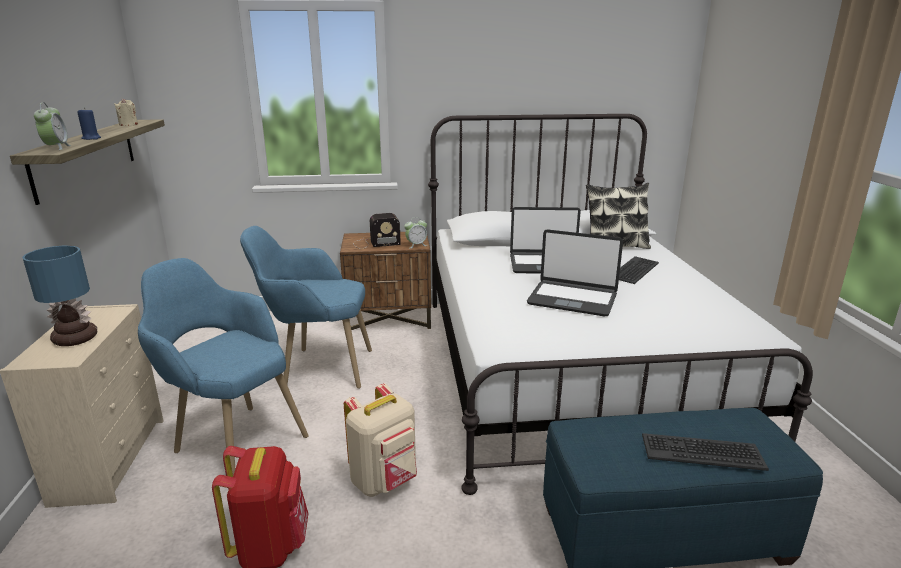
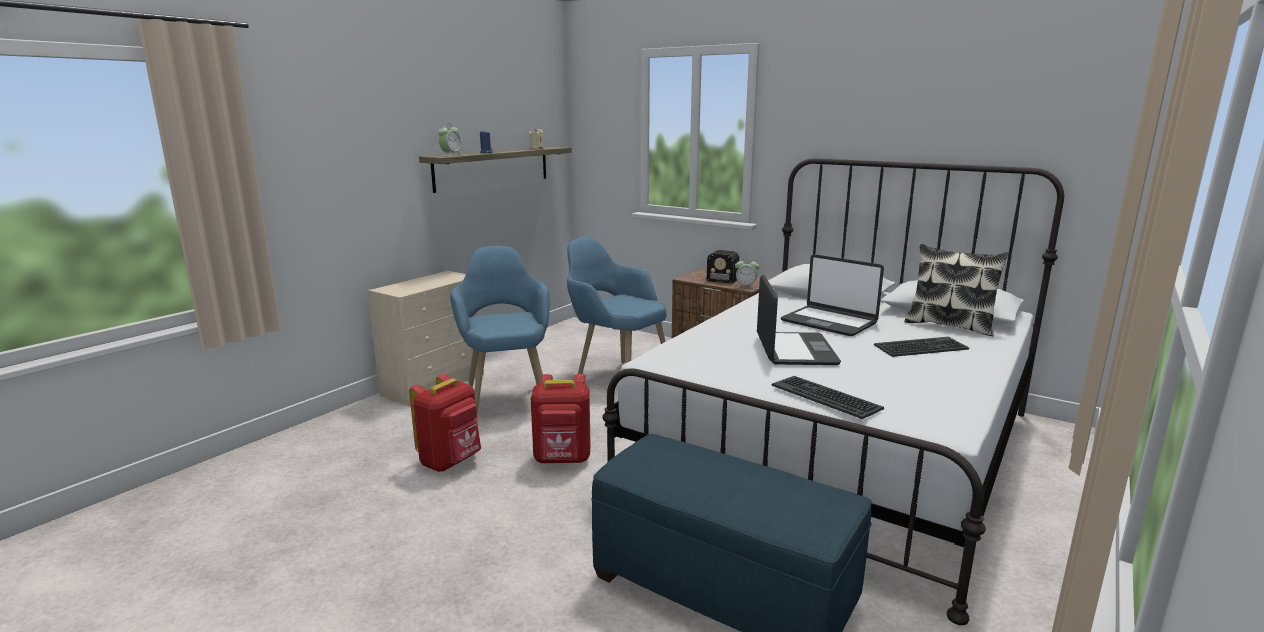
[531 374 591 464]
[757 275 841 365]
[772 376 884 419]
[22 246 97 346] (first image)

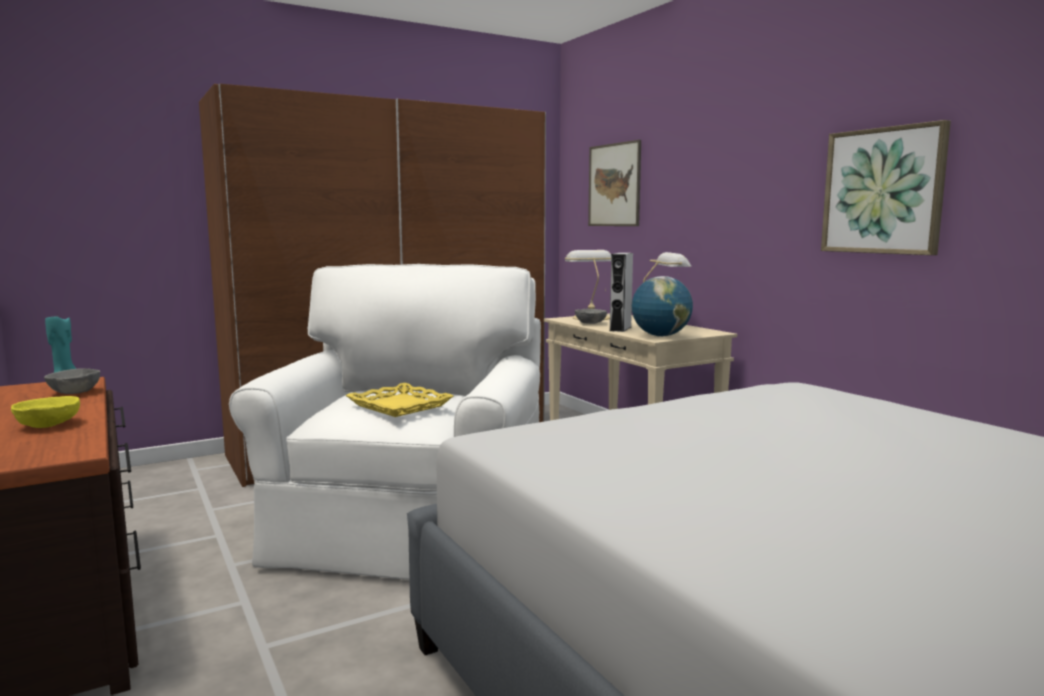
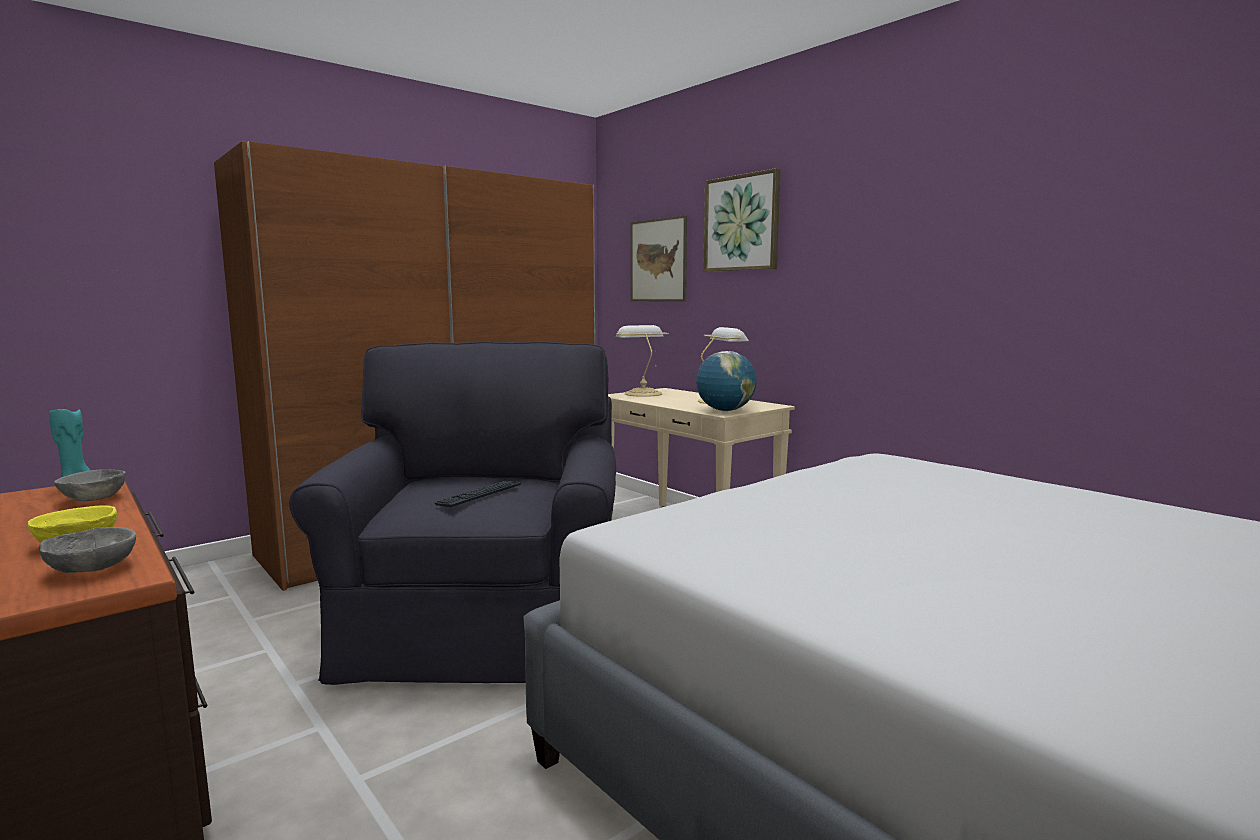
[39 527 136 573]
[289 341 616 685]
[435 481 521 507]
[703 168 781 272]
[610 253 633 332] (first image)

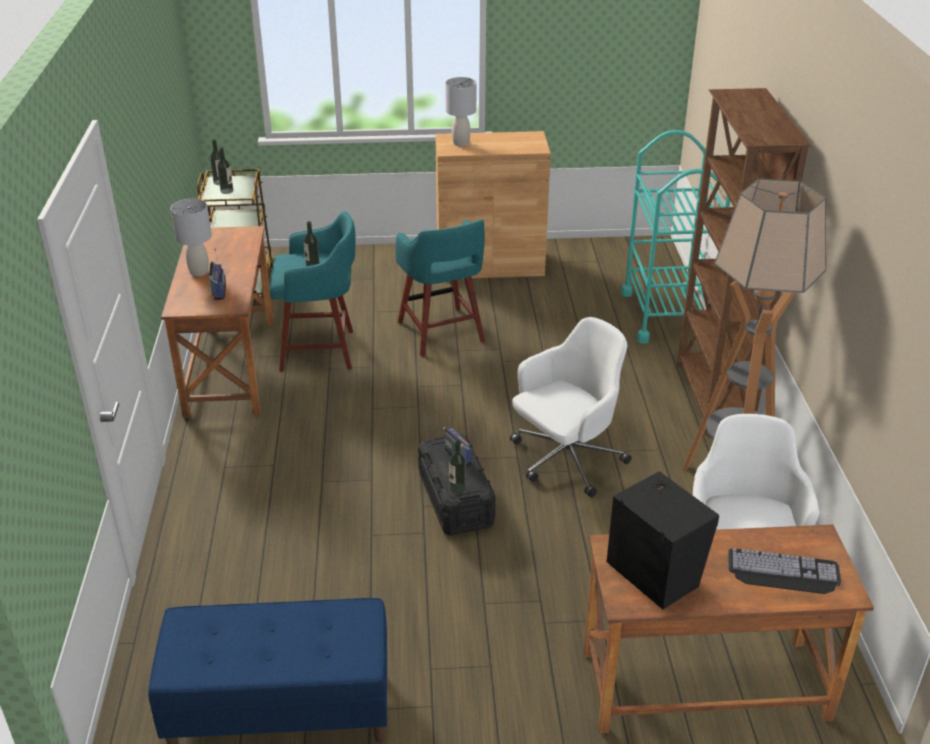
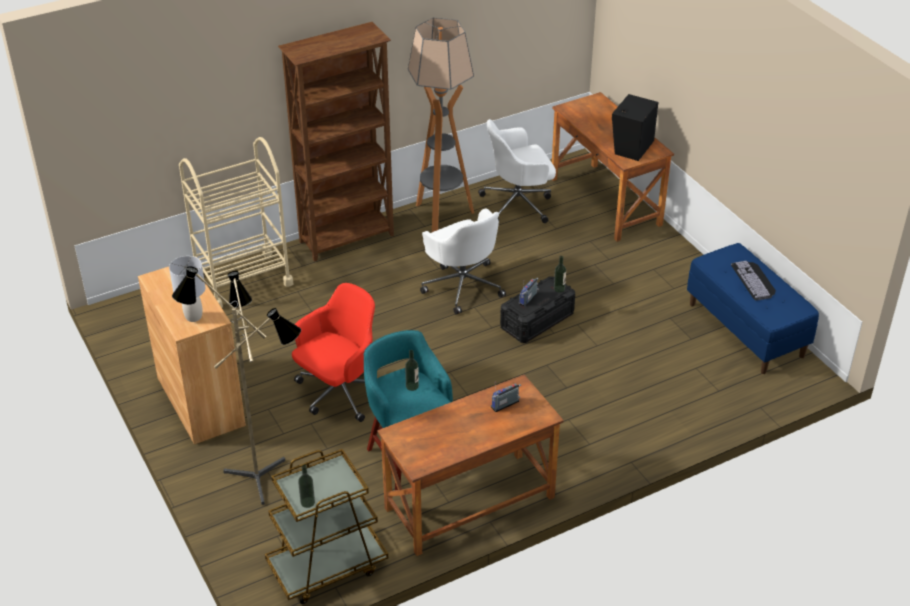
[172 266 301 505]
[179 137 294 308]
[292 283 375 422]
[420 208 506 315]
[731 261 776 301]
[171 199 212 276] (first image)
[217 148 233 194] (first image)

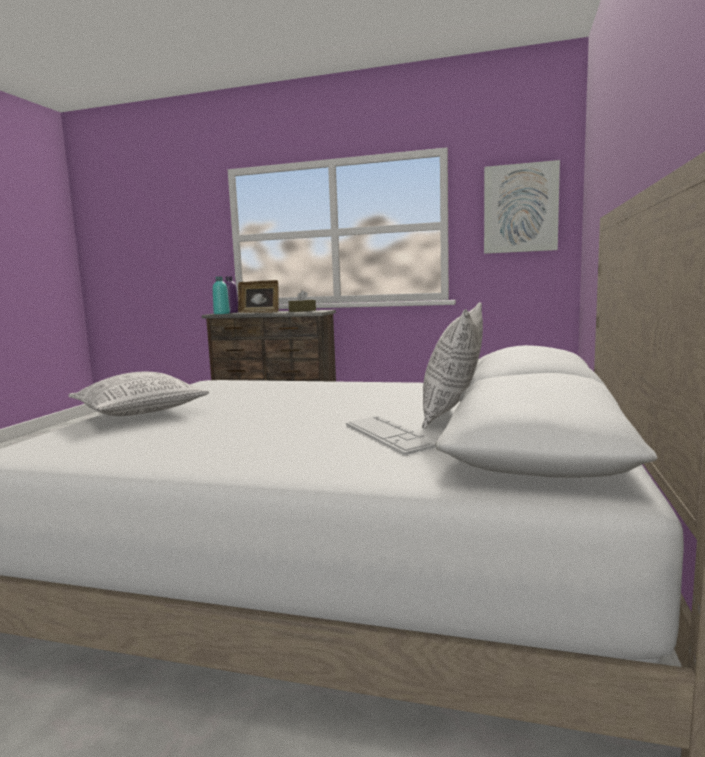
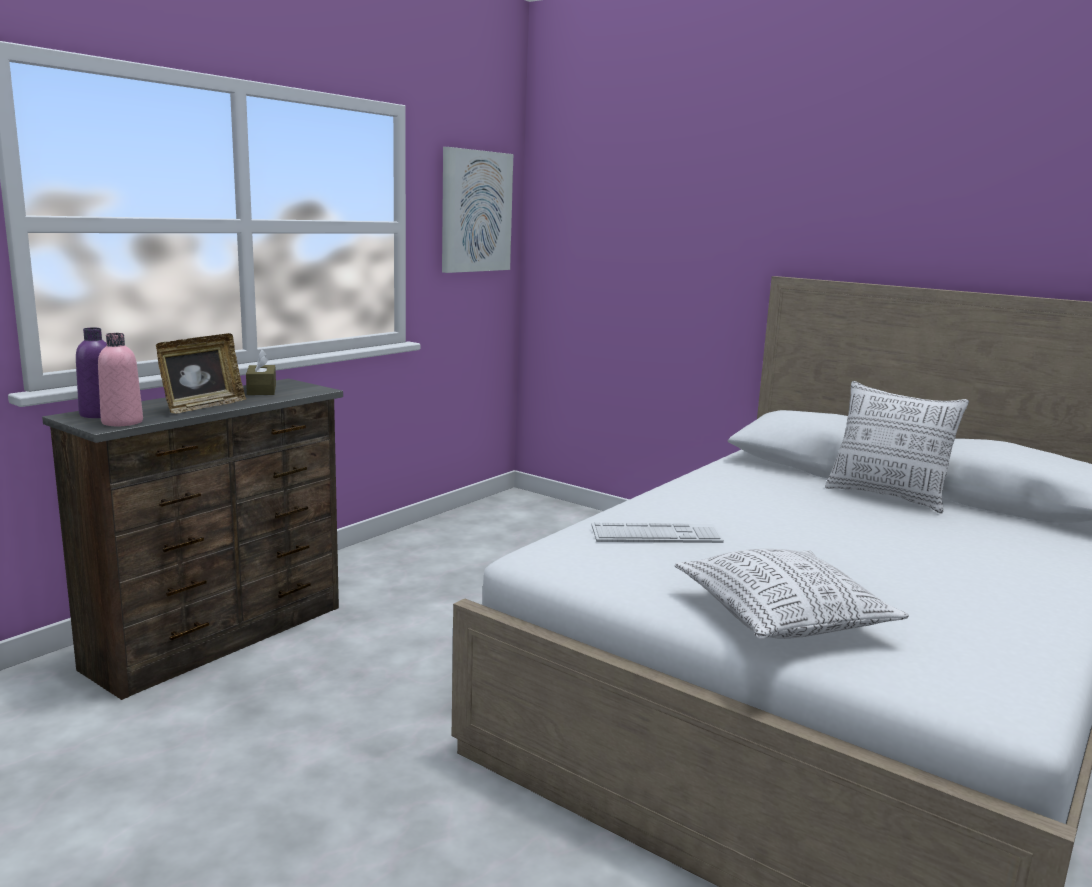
[98 333 143 426]
[591 523 724 543]

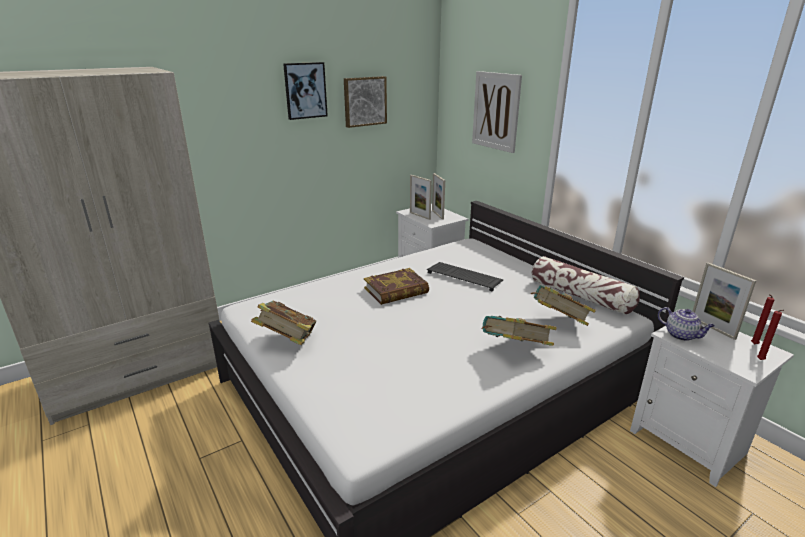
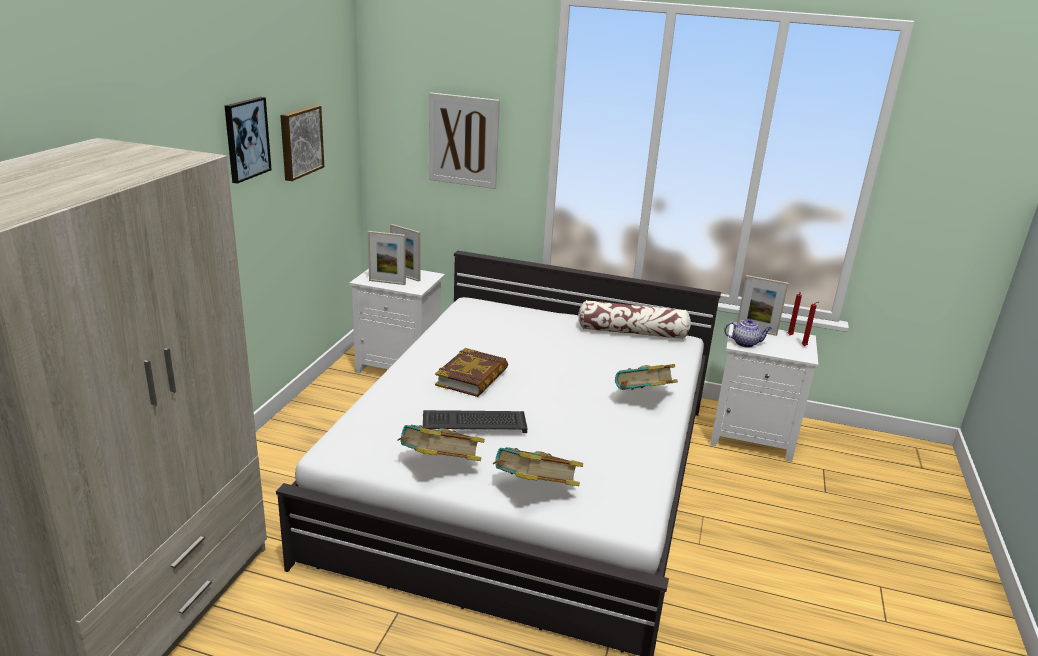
[423 410 528 433]
[493 447 583 486]

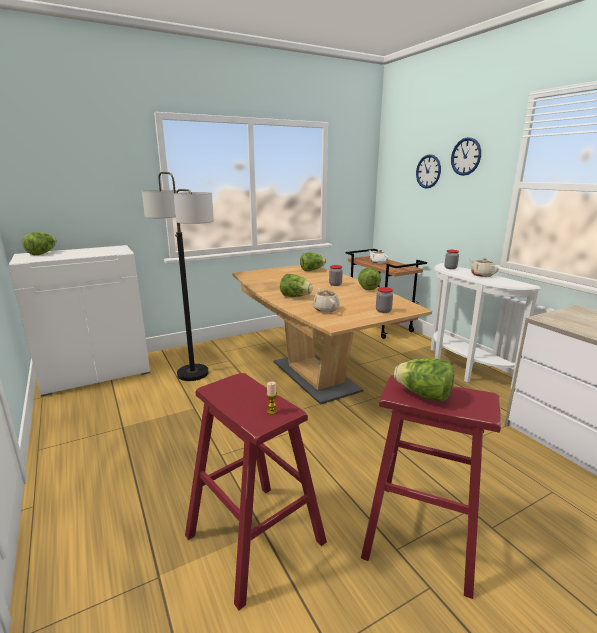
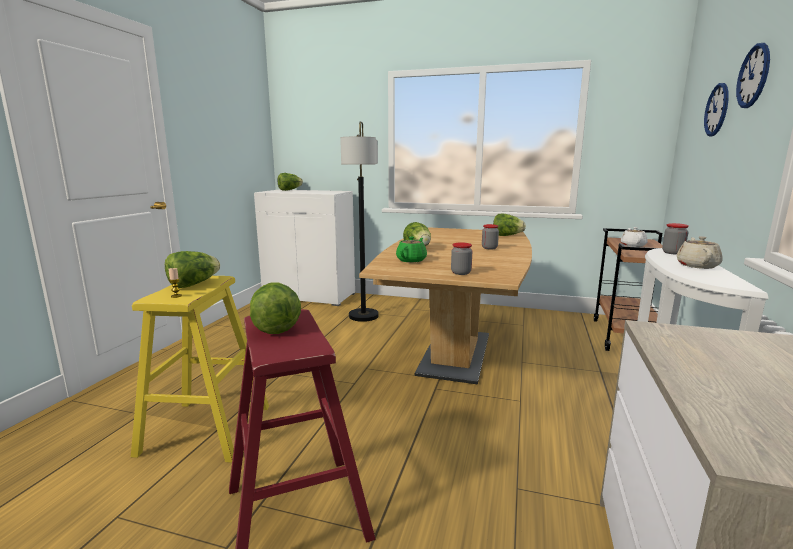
[131 276 269 463]
[165 251 220 288]
[396 237 427 263]

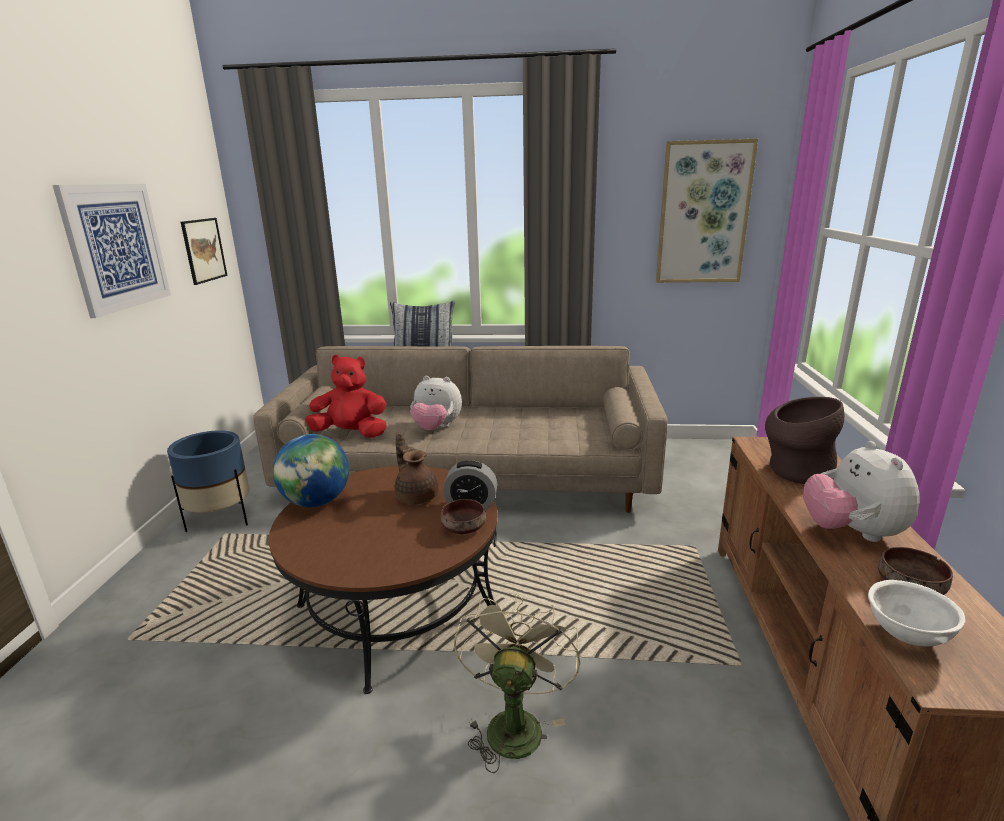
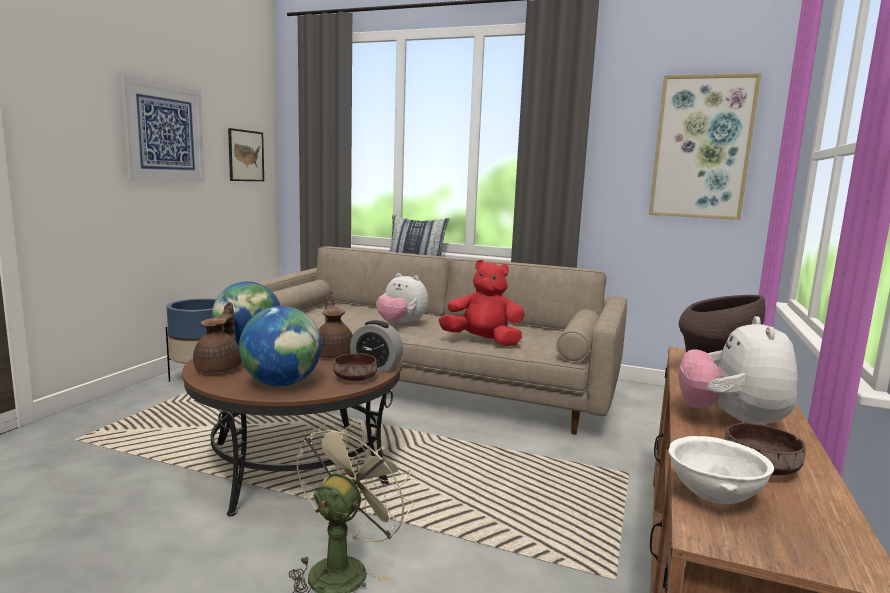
[193 302 242 373]
[239 306 322 386]
[439 260 525 346]

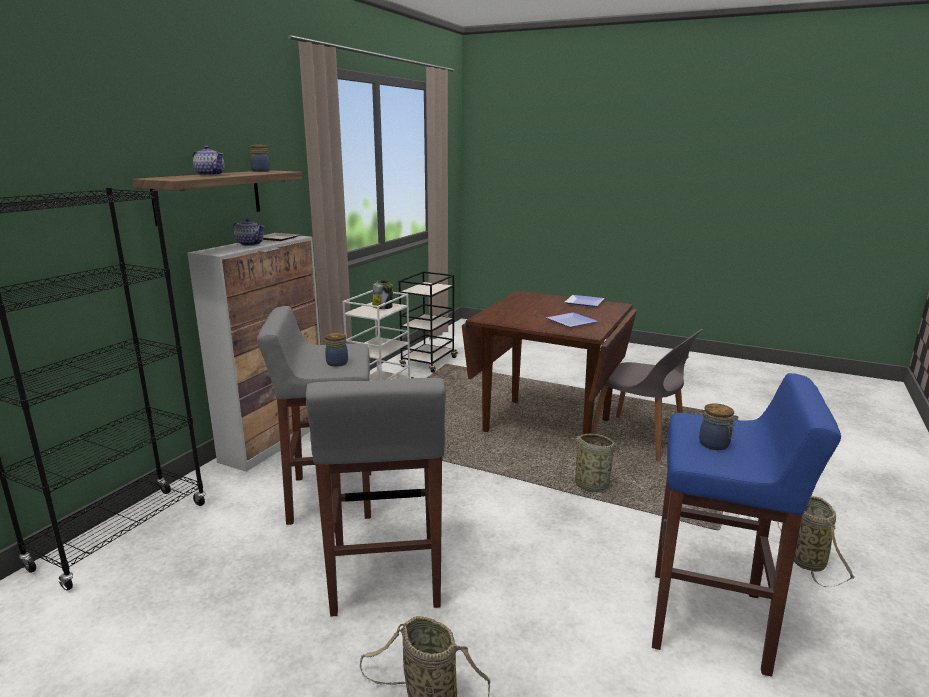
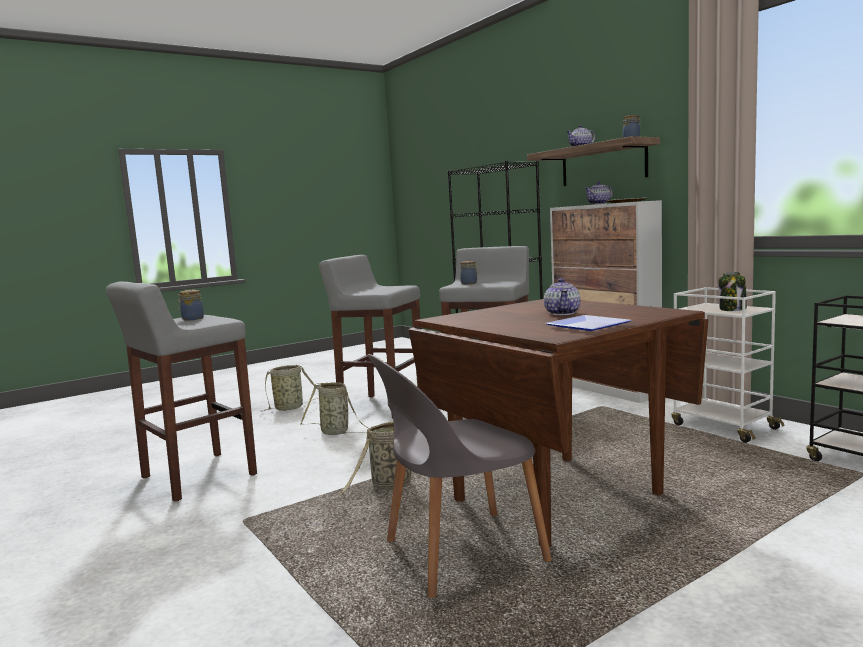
[106 281 257 502]
[300 382 369 435]
[544 278 581 315]
[546 313 598 327] (first image)

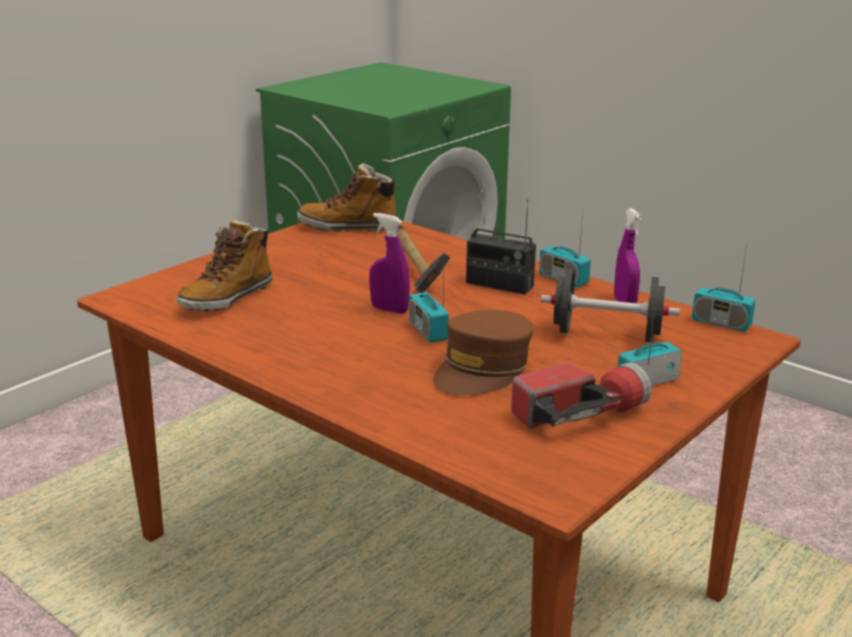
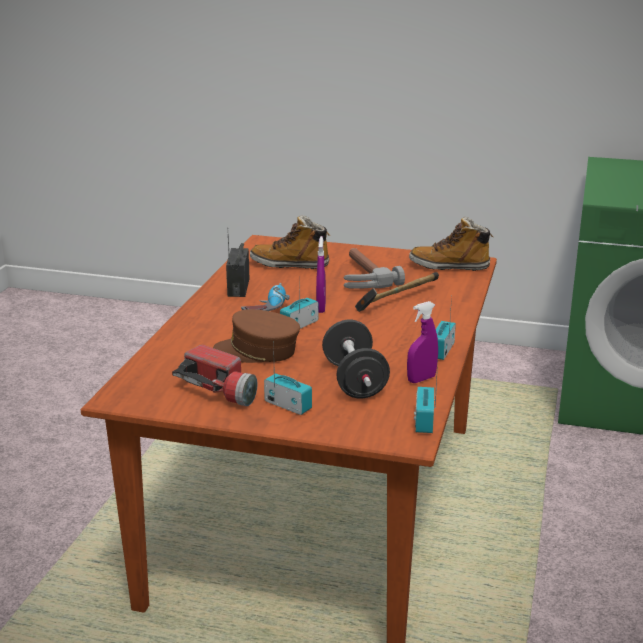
[226 228 250 297]
[241 283 290 311]
[343 248 405 289]
[409 216 493 271]

